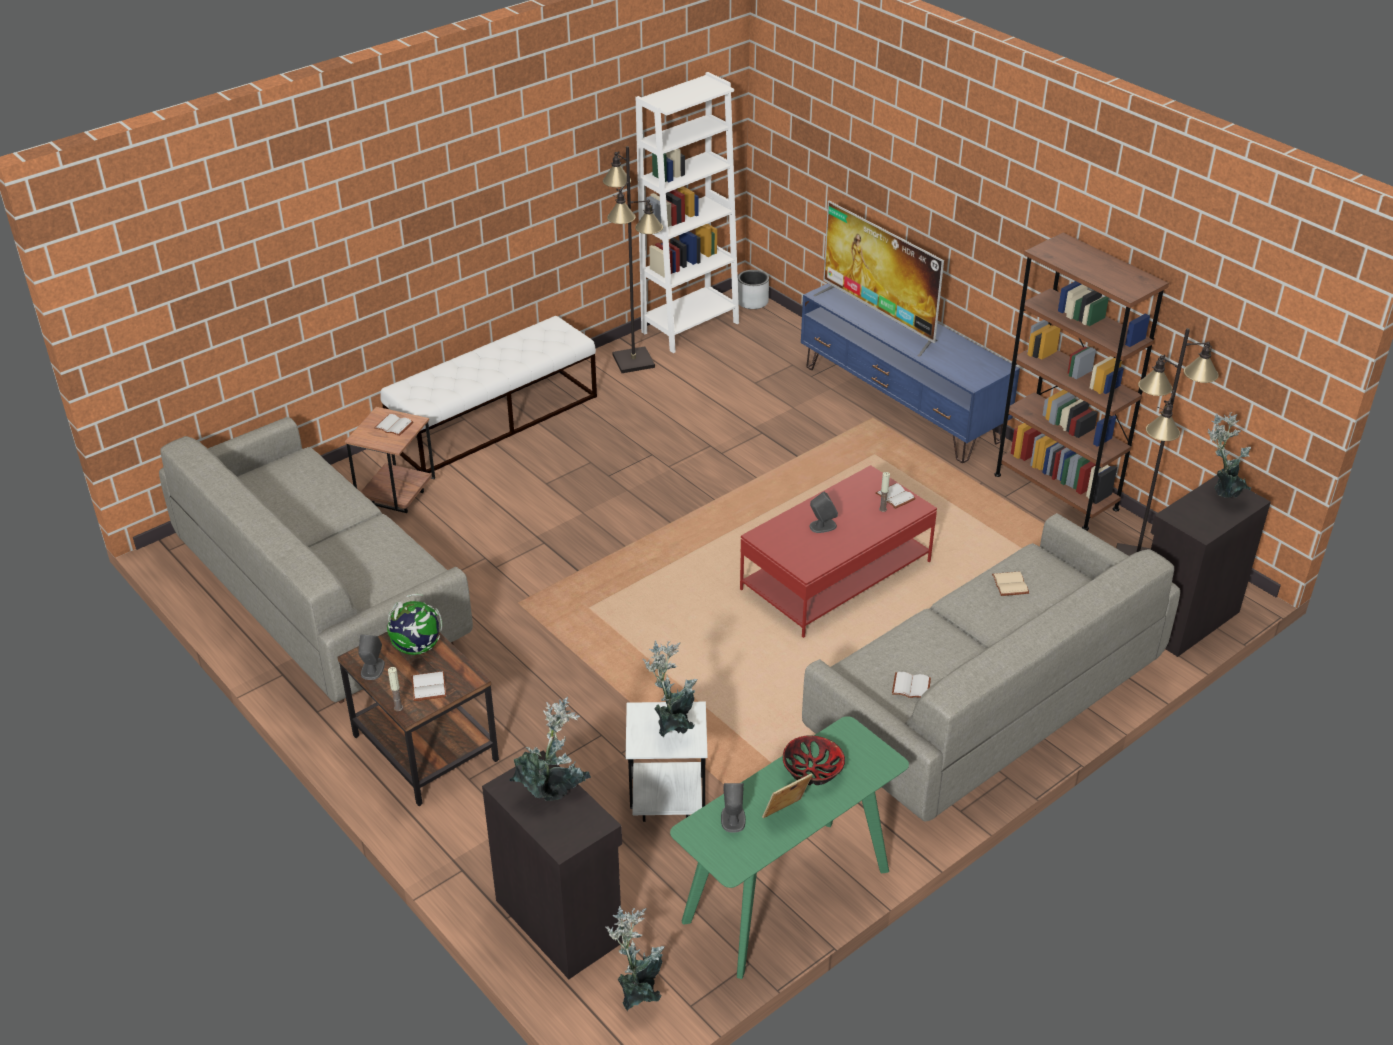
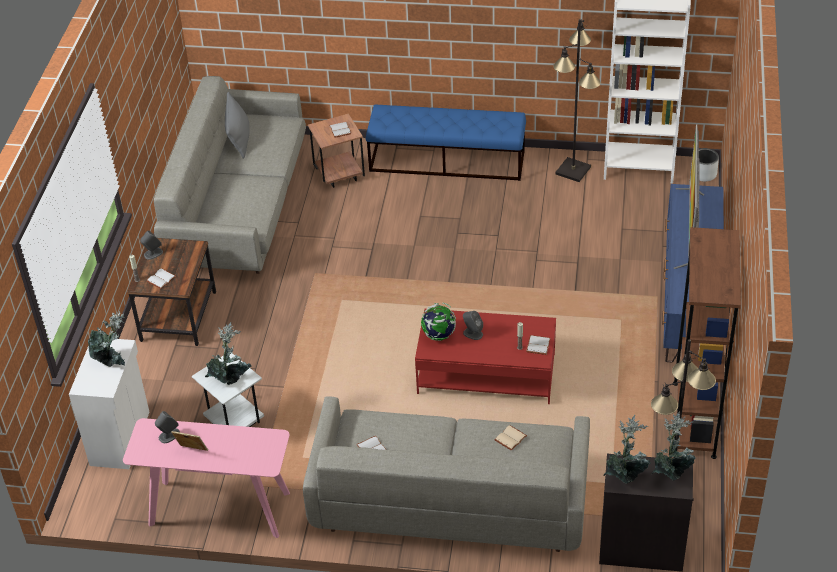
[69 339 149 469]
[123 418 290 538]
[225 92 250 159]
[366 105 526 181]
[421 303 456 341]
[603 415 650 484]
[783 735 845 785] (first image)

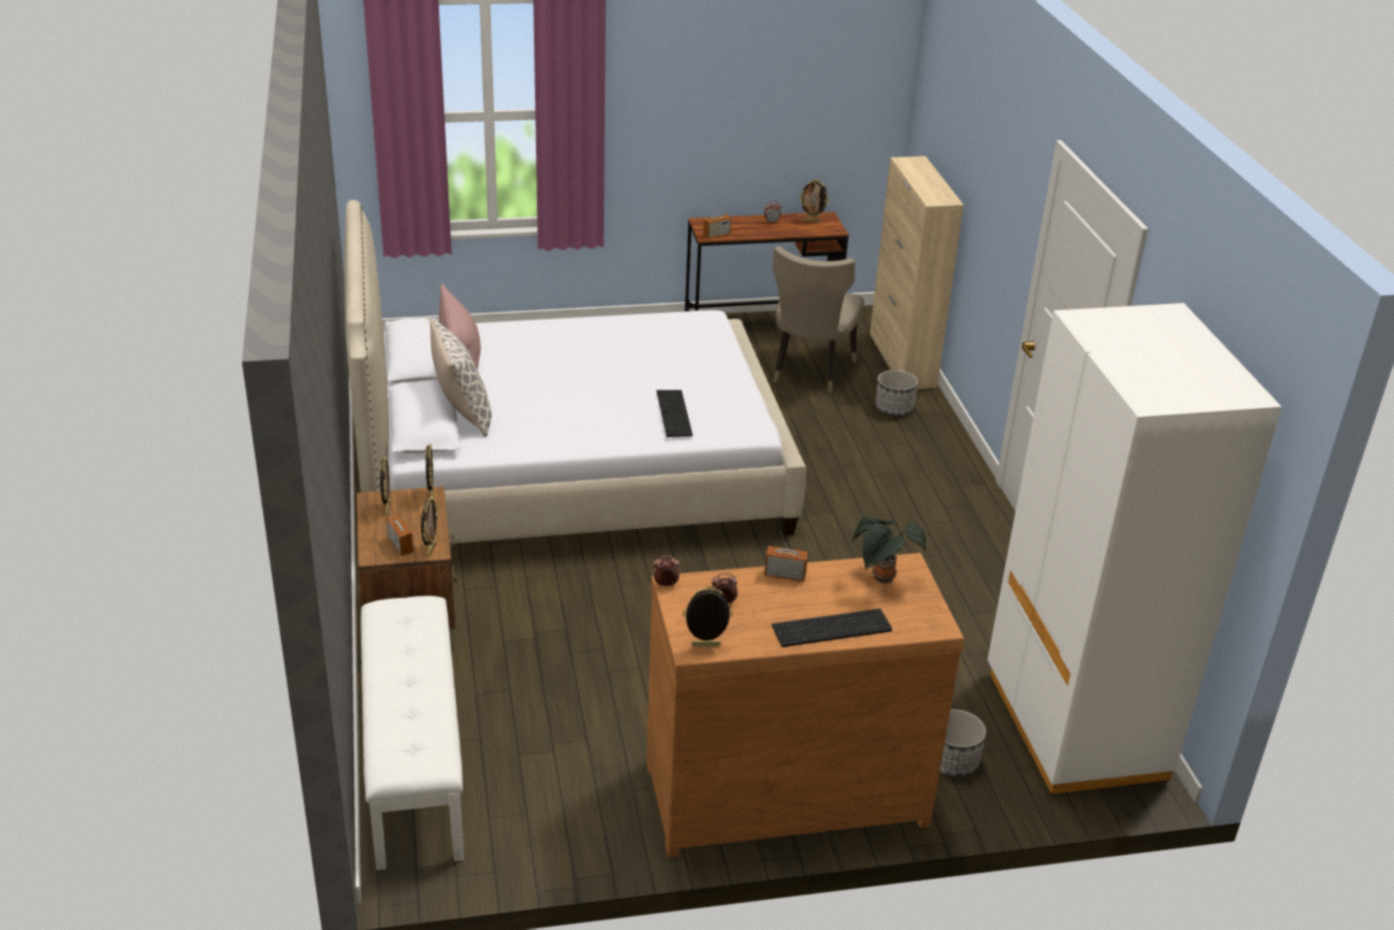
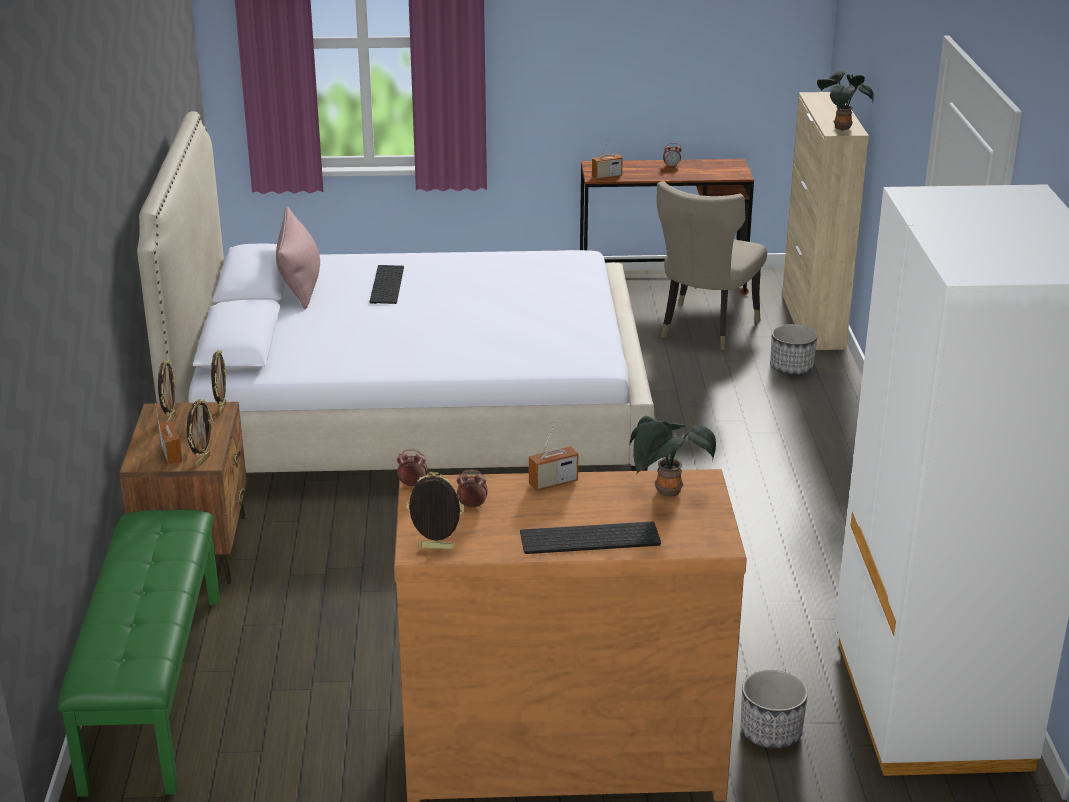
[58 509 220 797]
[370 265 404 304]
[529 417 578 491]
[817 69 874 131]
[430 319 492 437] (first image)
[799 179 829 222] (first image)

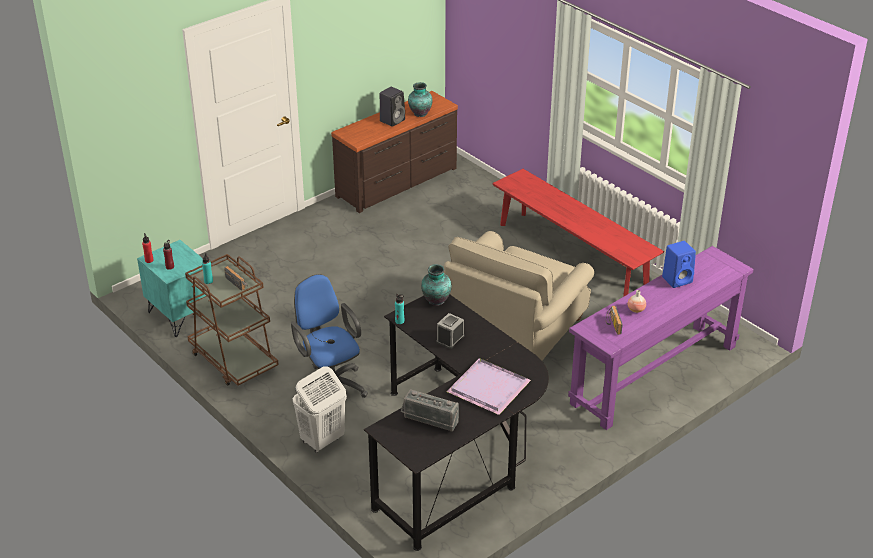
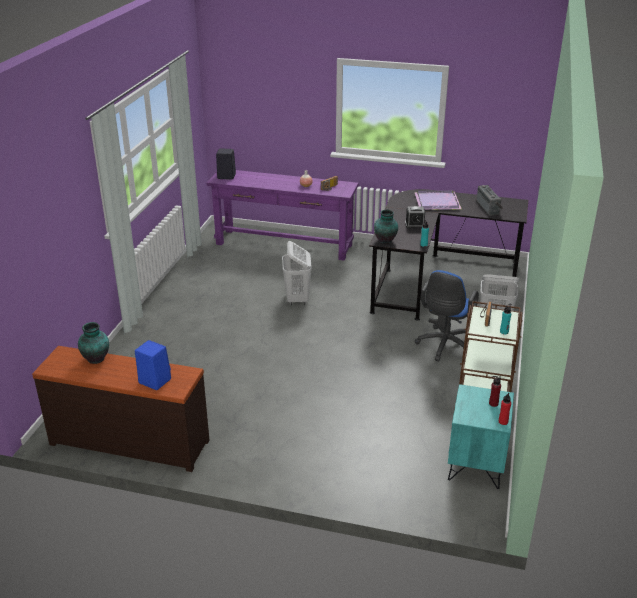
[135 340 171 390]
[216 148 236 180]
[282 241 312 306]
[492 169 664 297] (first image)

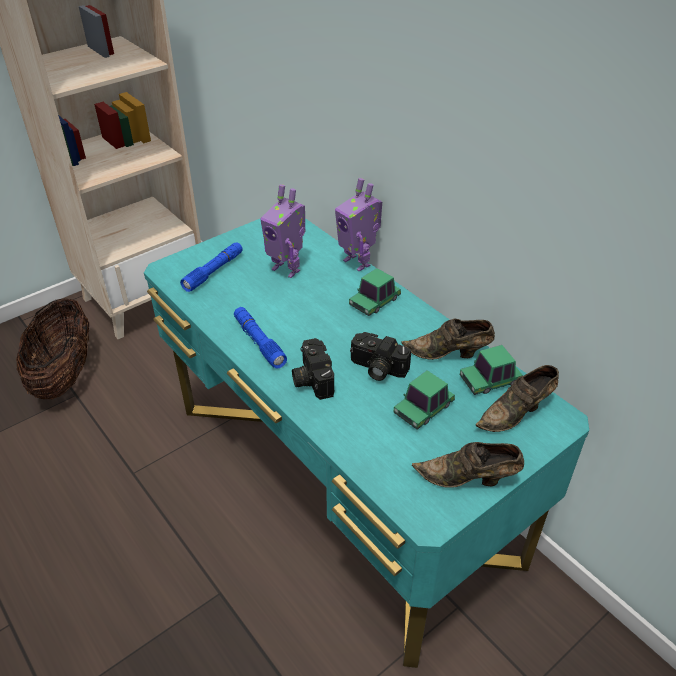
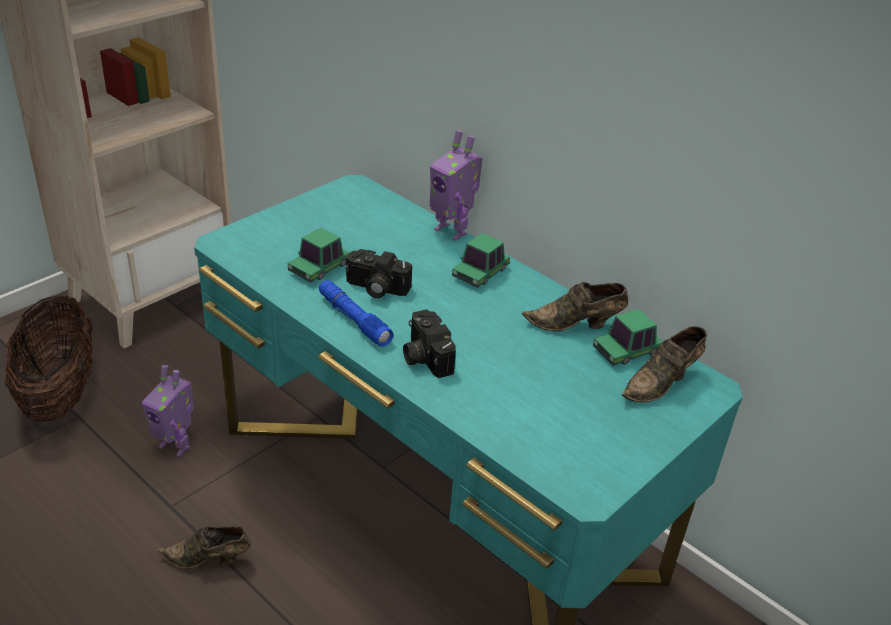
[142 365 194 457]
[156 526 251 569]
[288 228 350 283]
[346 249 412 298]
[180 242 243 292] (first image)

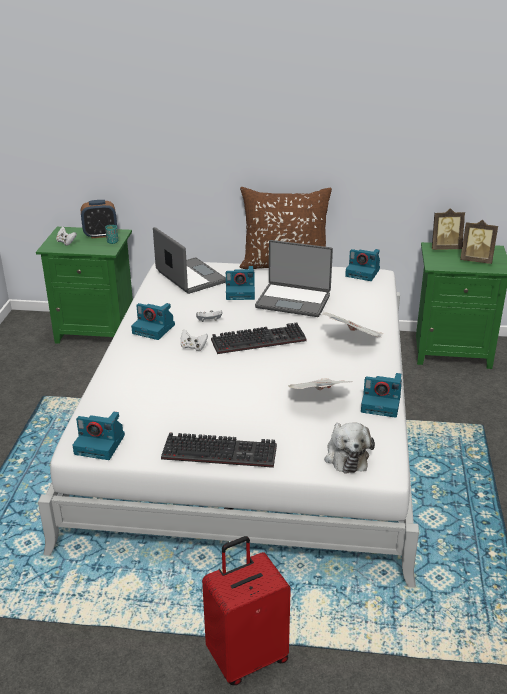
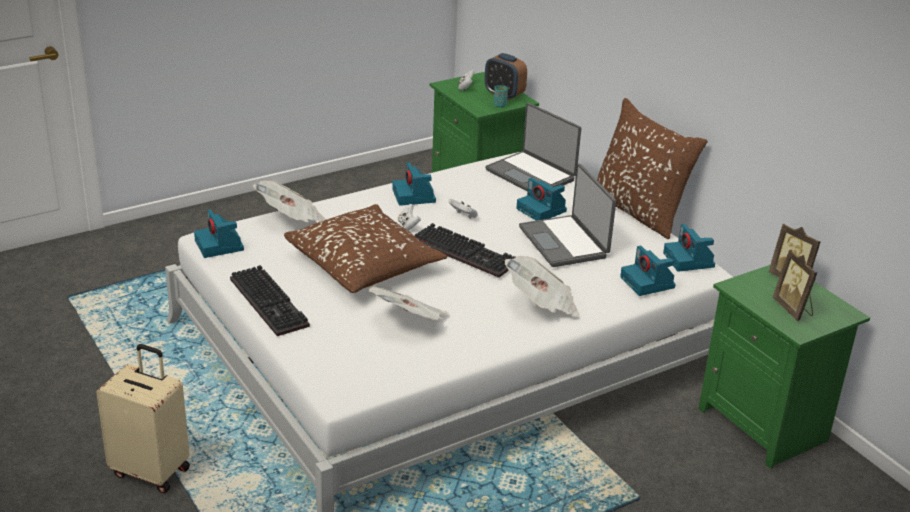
[96 344 190 493]
[252 180 326 223]
[284 204 447 293]
[485 103 581 191]
[620 245 676 296]
[324 422 375 474] (first image)

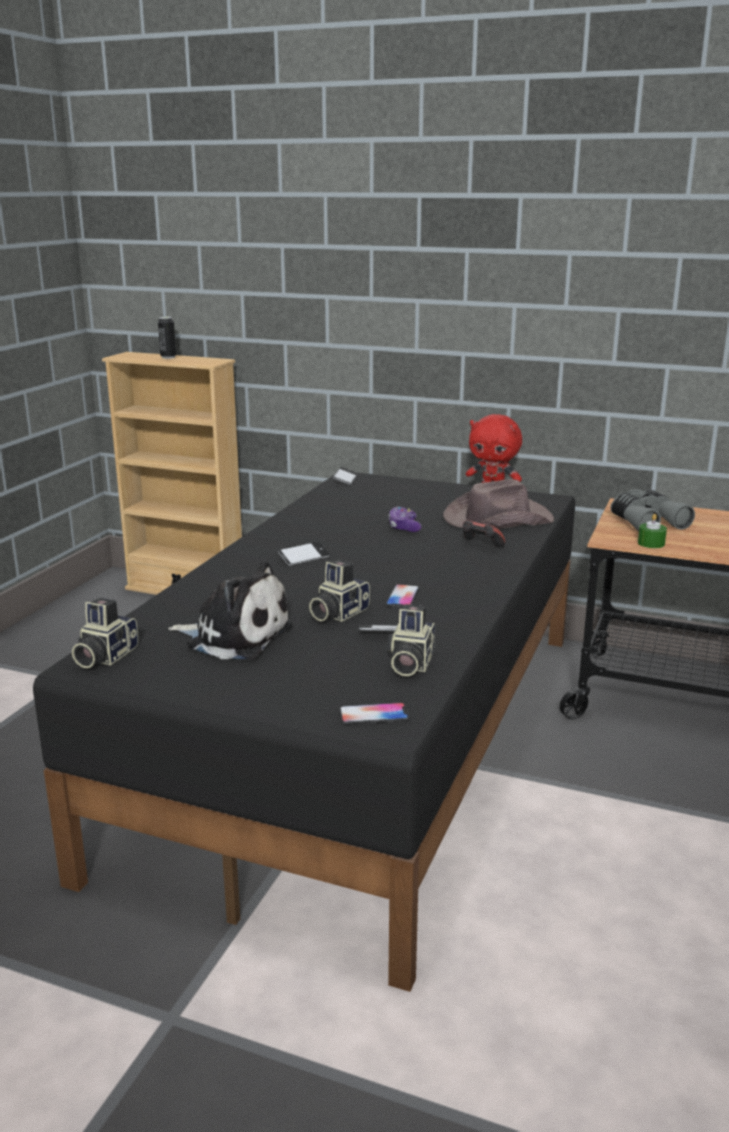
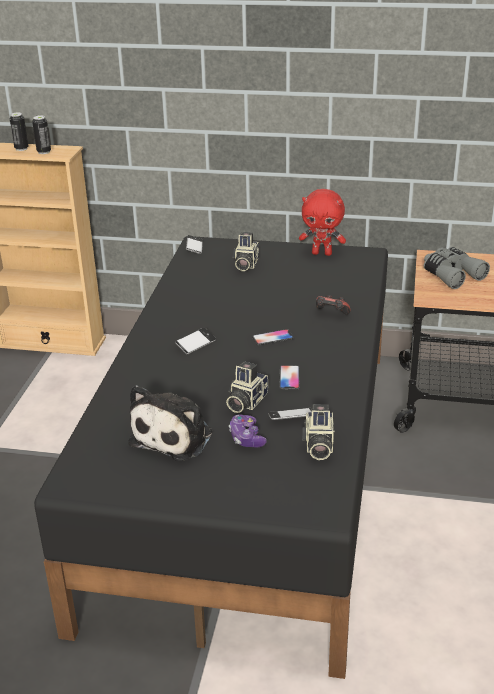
[32 115 51 154]
[128 385 212 461]
[229 414 267 448]
[233 232 259 271]
[252 329 294 345]
[443 479 554 529] (first image)
[638 514 667 548] (first image)

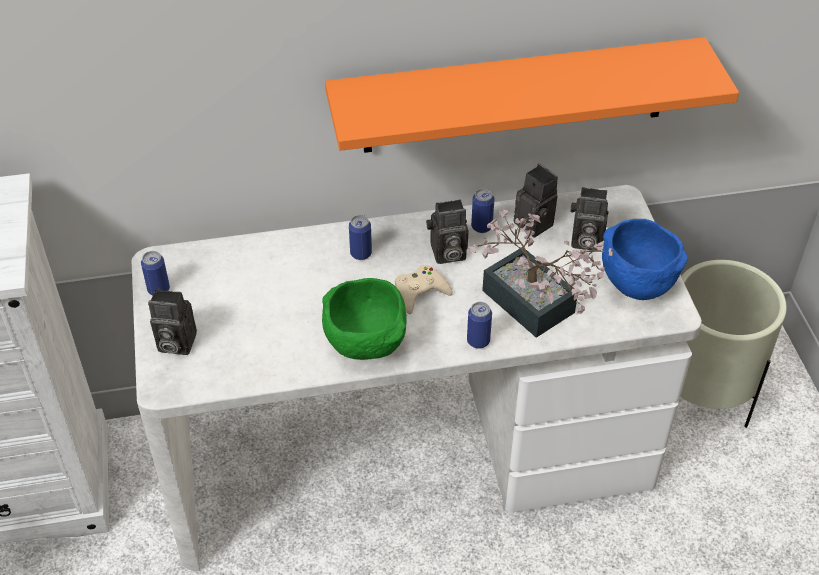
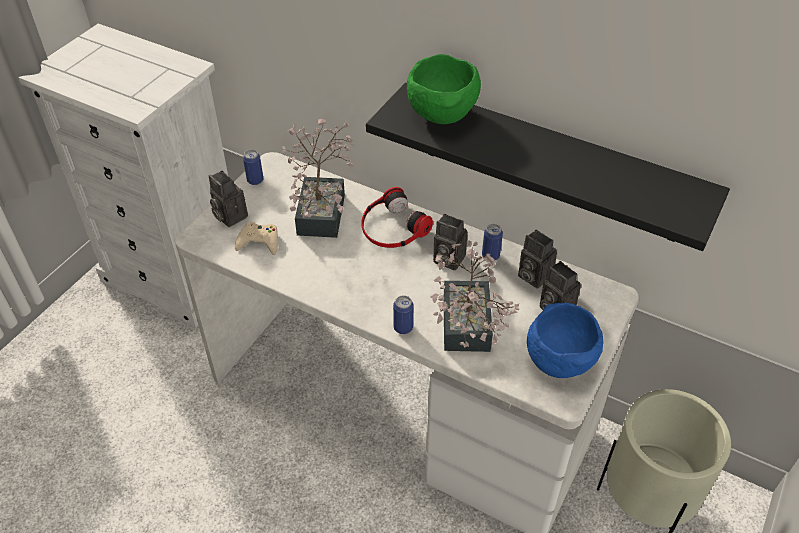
[235 222 278 255]
[282 119 354 238]
[361 187 433 248]
[366 83 730 251]
[407 54 481 124]
[518 229 557 289]

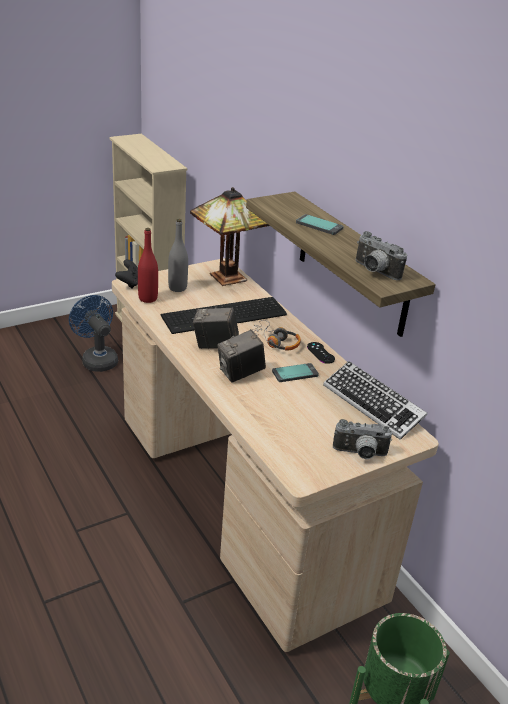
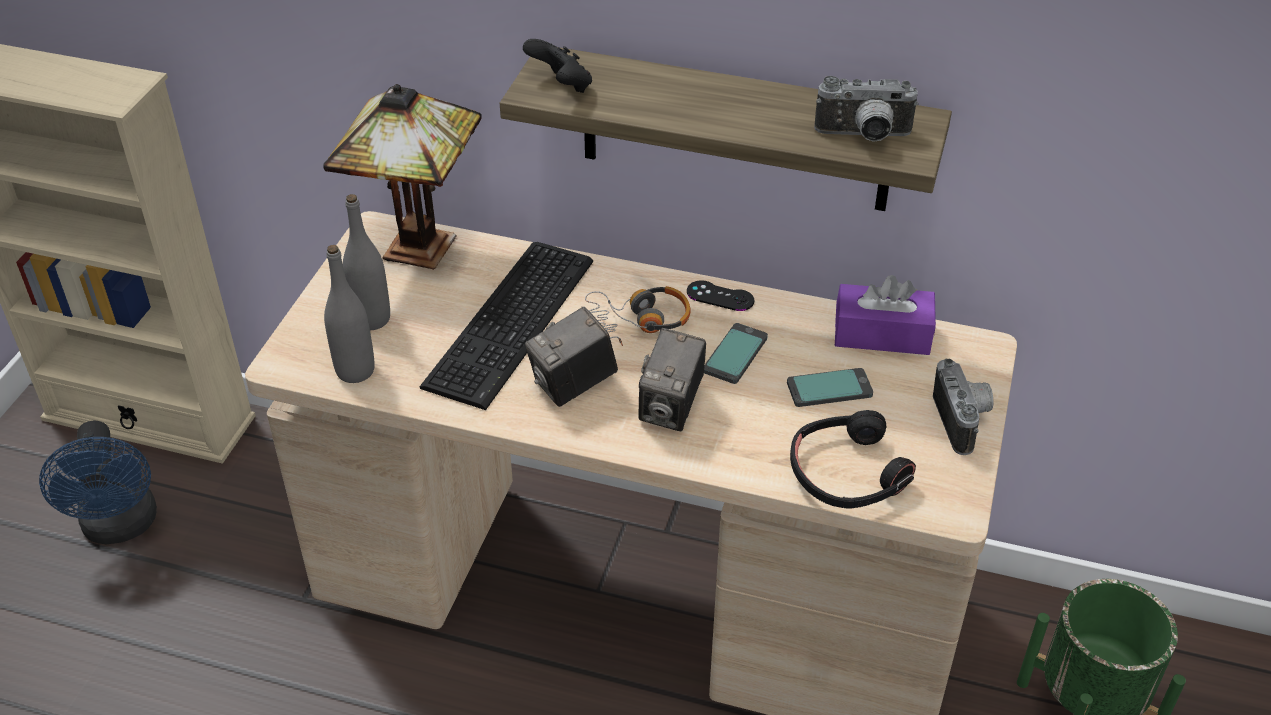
[39 421 157 544]
[324 245 375 383]
[523 39 592 93]
[787 368 873 407]
[790 410 916 509]
[835 275 936 355]
[933 358 994 455]

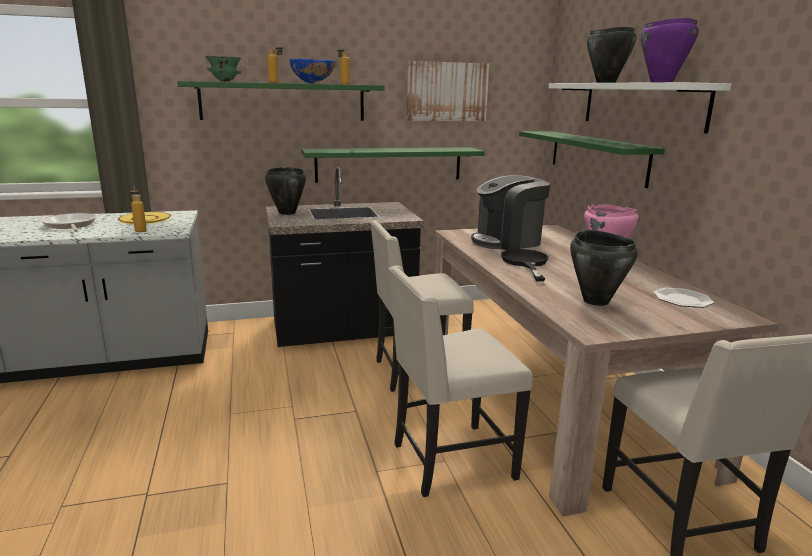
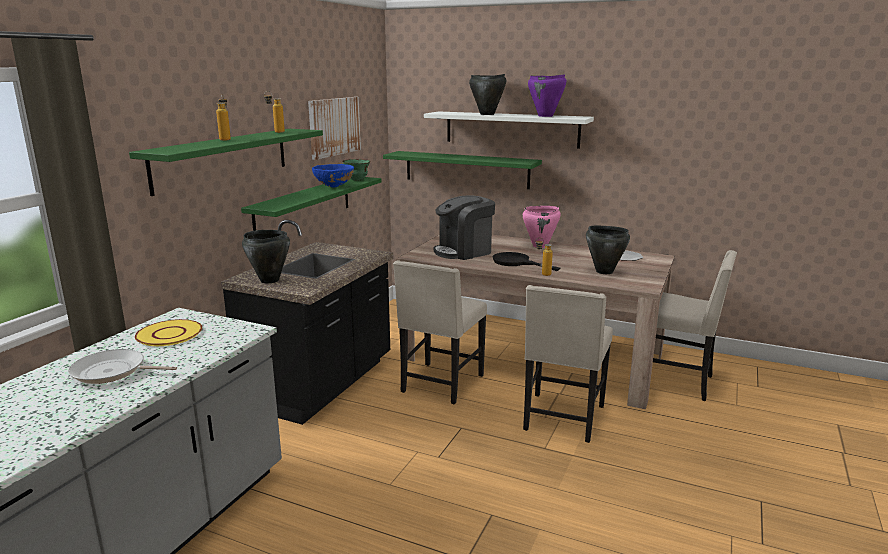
[312 164 354 187]
[342 159 371 181]
[434 195 495 260]
[535 238 553 276]

